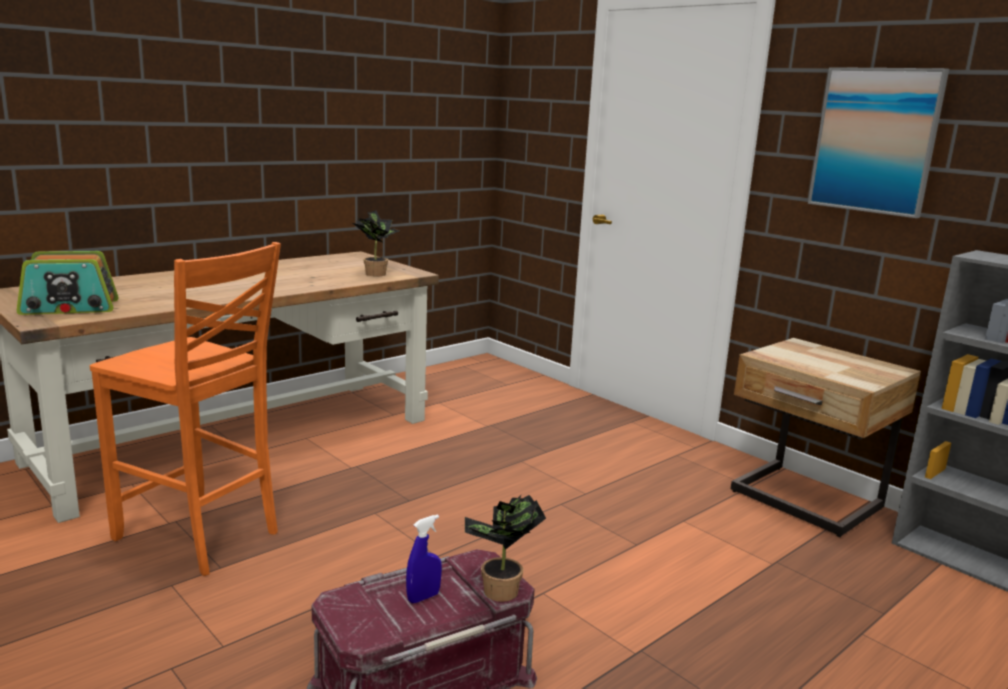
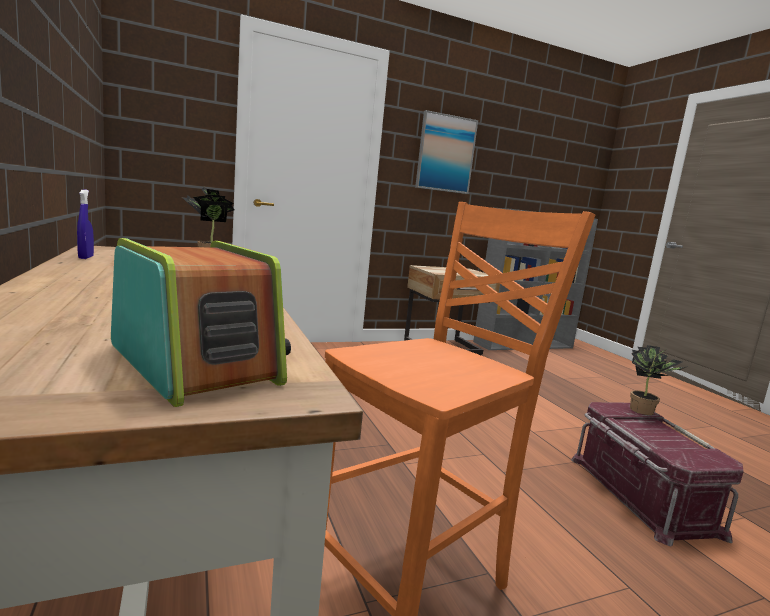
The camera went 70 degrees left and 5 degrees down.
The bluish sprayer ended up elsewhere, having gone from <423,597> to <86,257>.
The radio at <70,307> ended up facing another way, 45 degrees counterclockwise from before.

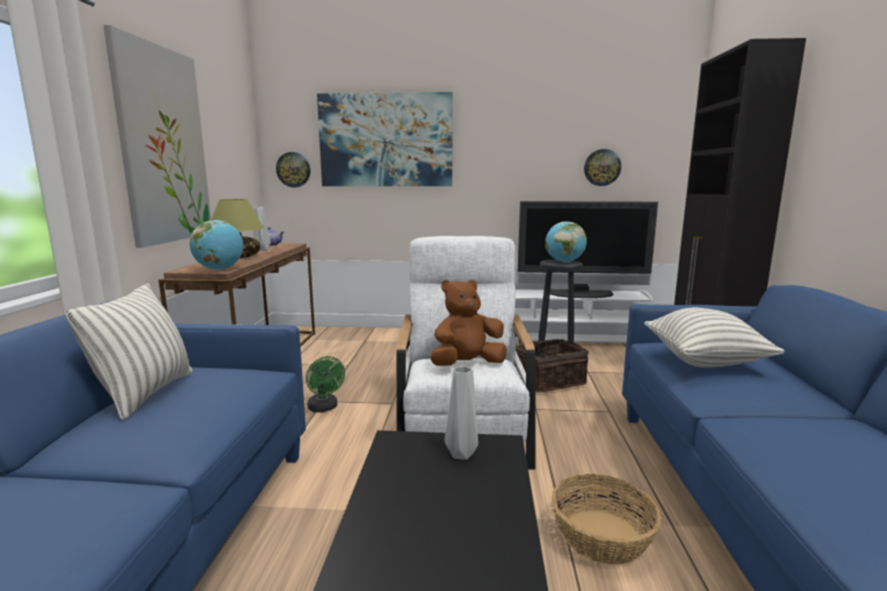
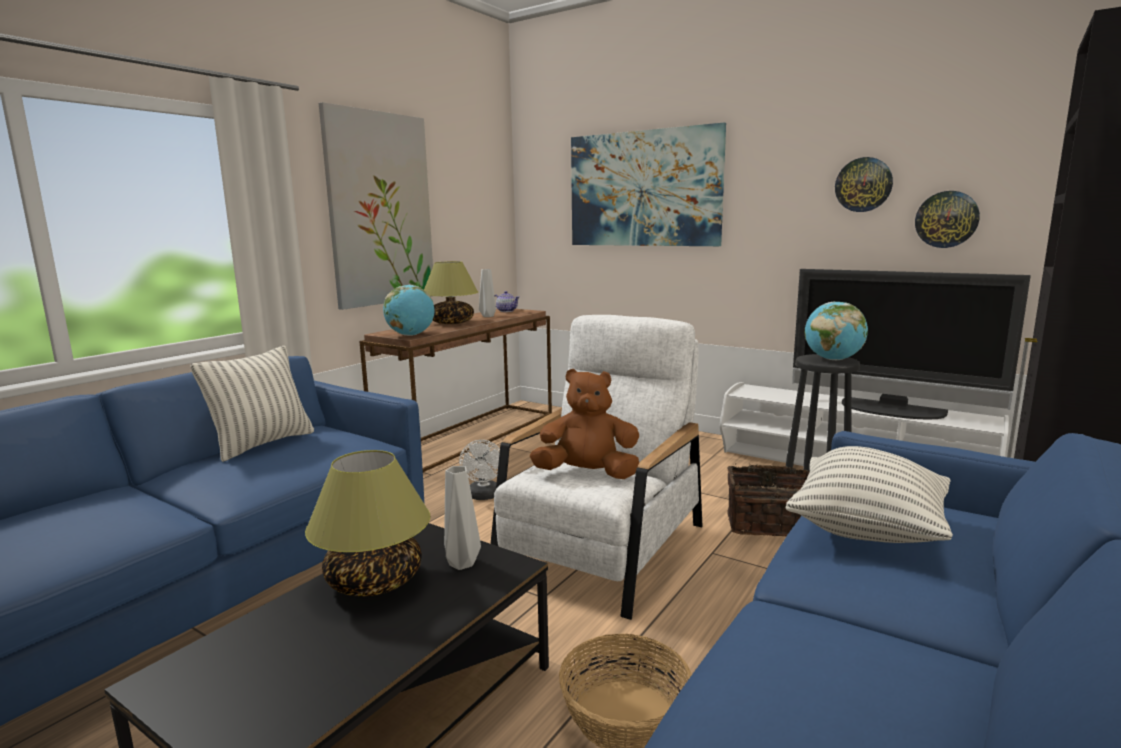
The camera went 30 degrees right and 0 degrees up.
The second view gained the tabletop lamp at <373,581>.
What was the greenish cooling fan at <324,408> turned into the white cooling fan at <484,496>.
The hanging clock ended up elsewhere, having gone from <293,169> to <863,185>.

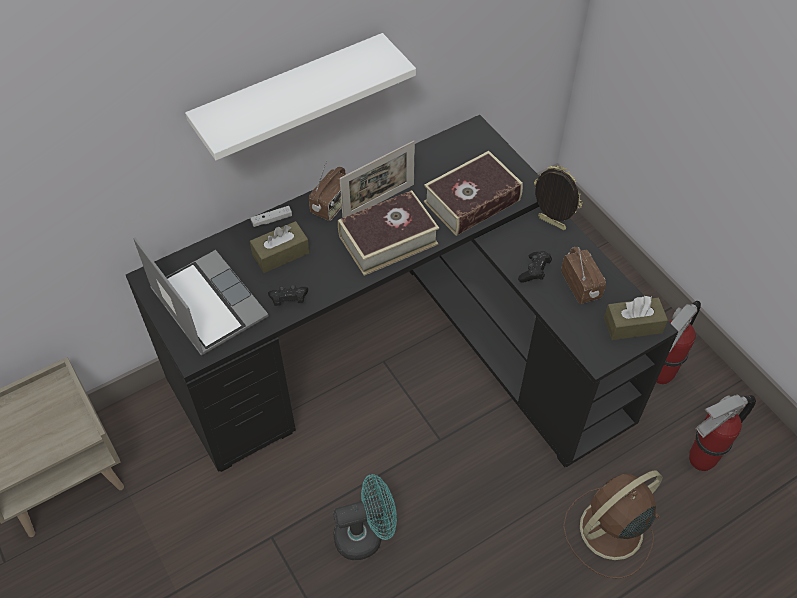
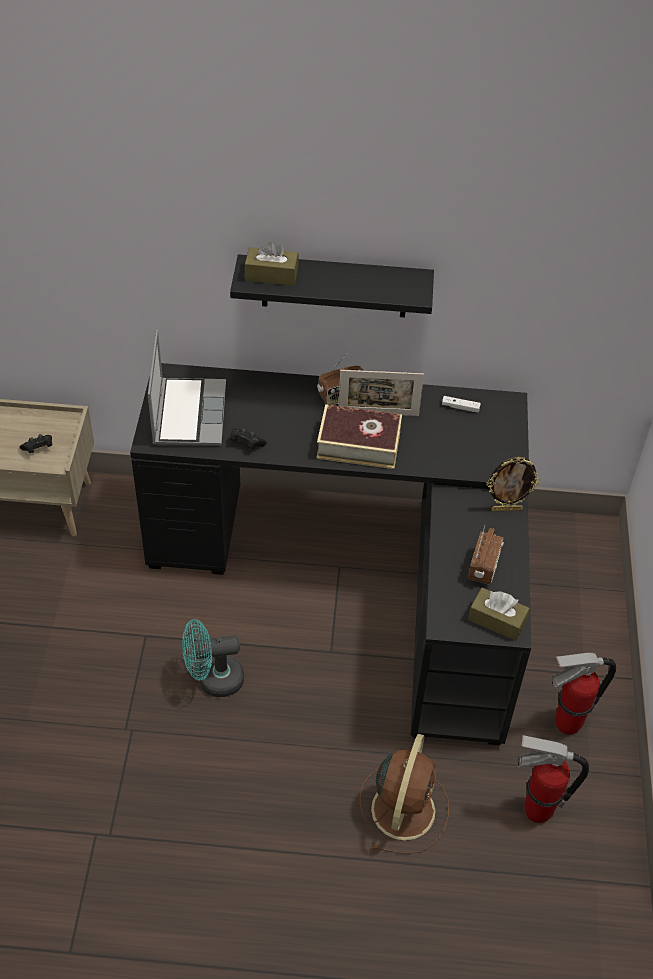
The camera went 35 degrees right and 5 degrees down.
The blackish game controller ended up elsewhere, having gone from <534,272> to <38,448>.
The turquoise-coloured cooling fan at <366,534> ended up facing another way, 150 degrees clockwise from before.
What was the white wall shelf at <290,98> turned into the blackish wall shelf at <334,286>.
The brown tissue holder ended up elsewhere, having gone from <281,254> to <271,275>.
The brown cooling fan at <609,531> ended up facing another way, 105 degrees clockwise from before.
The white game controller ended up elsewhere, having gone from <272,220> to <460,407>.
The photo frame at <550,224> ended up facing another way, 105 degrees clockwise from before.
The second view lost the bound book at <472,201>.

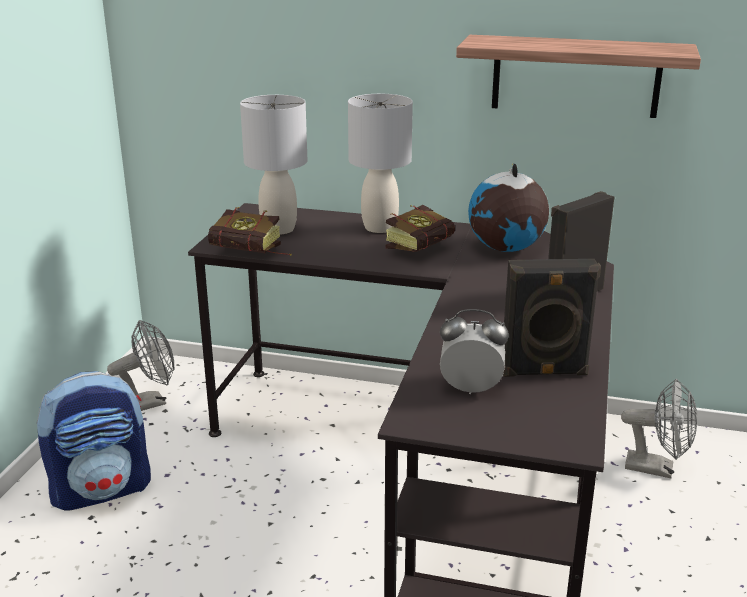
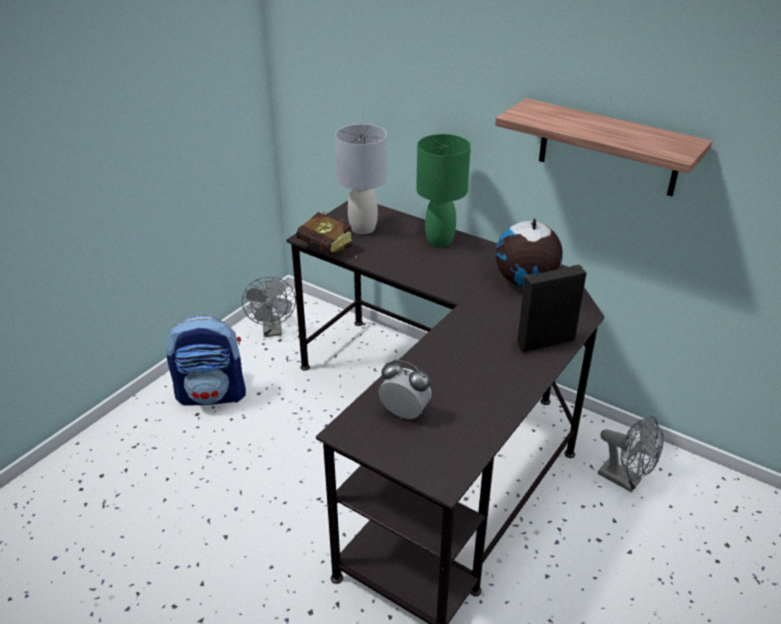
The camera went 20 degrees right and 10 degrees up.
The greyish cooling fan at <150,402> ended up facing another way, 90 degrees clockwise from before.
What was the greyish tabletop lamp at <379,227> turned into the greenish tabletop lamp at <440,240>.
The second view lost the bound book at <424,248>.
The second view lost the blackish speaker at <544,372>.

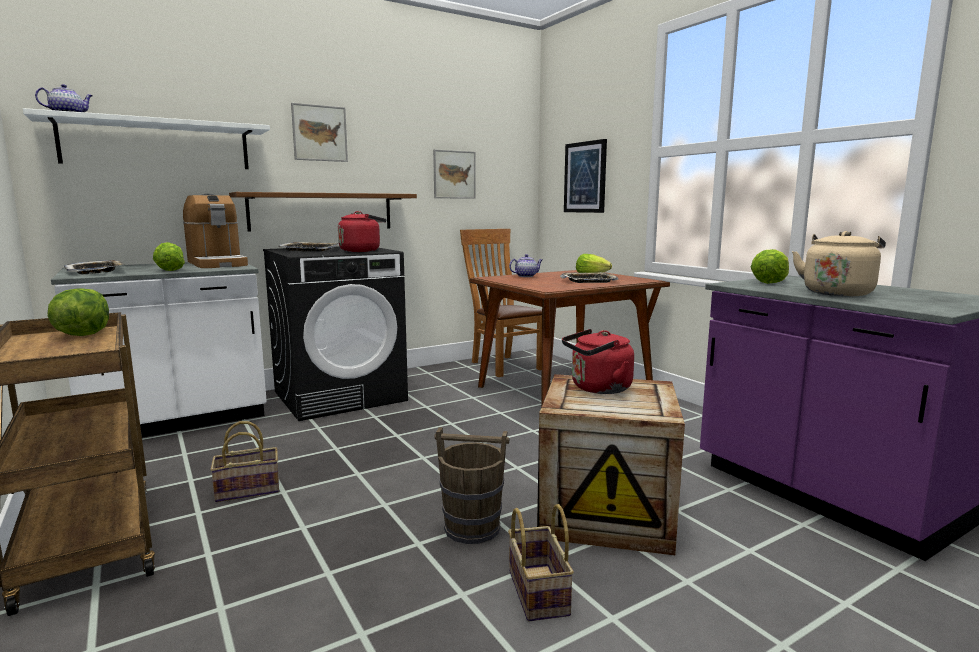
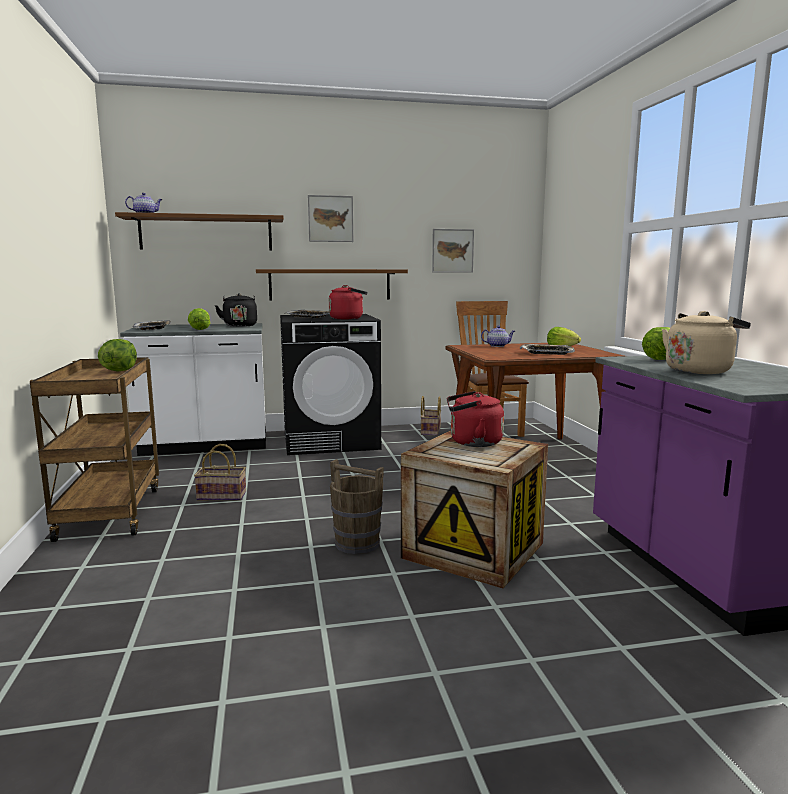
The camera went 20 degrees right and 0 degrees up.
What was the white wall shelf at <158,145> turned into the brown wall shelf at <206,233>.
Where the coffee maker stood at <217,264>, the blackish water kettle came to stand at <240,325>.
The storage basket ended up elsewhere, having gone from <536,591> to <430,431>.
The second view lost the wall art at <585,177>.

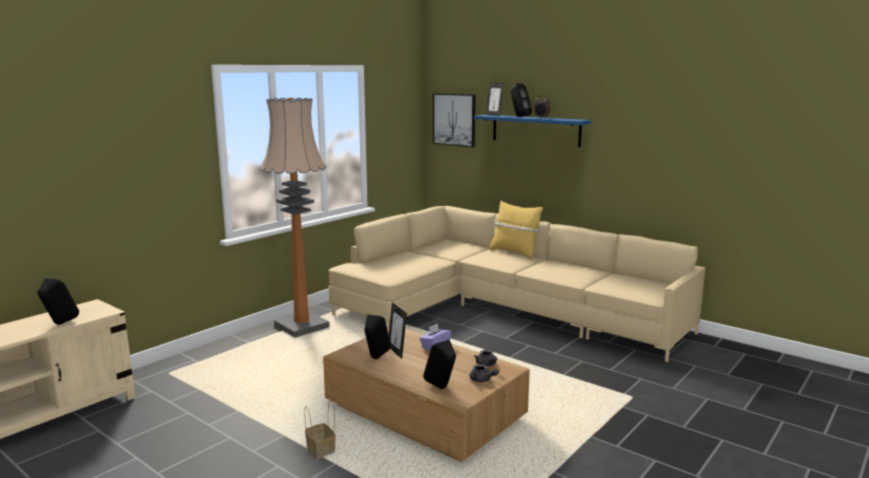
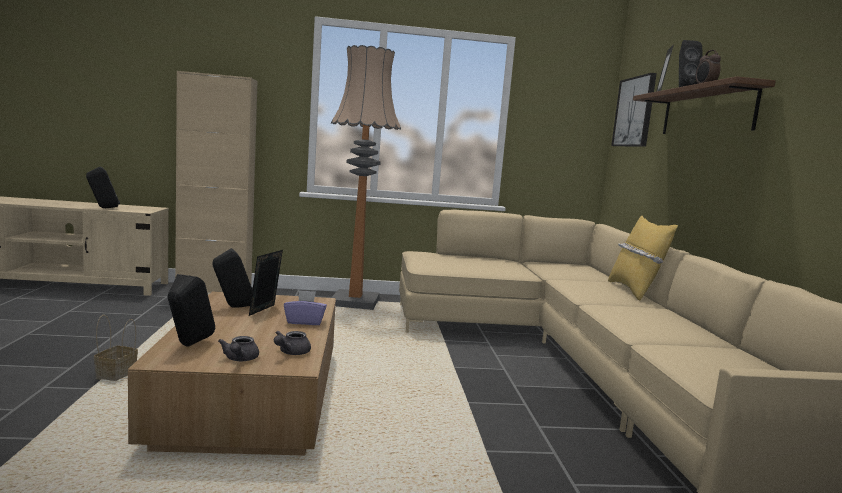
The camera went 45 degrees right and 5 degrees down.
The second view gained the beige cabinet at <214,289>.
What was the bluish wall shelf at <535,130> turned into the brown wall shelf at <706,111>.

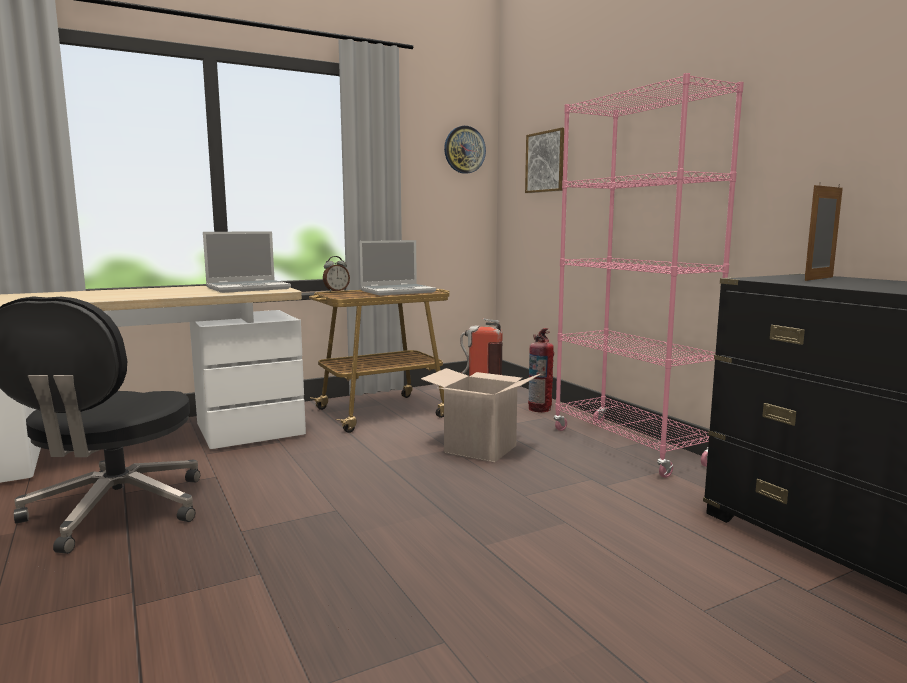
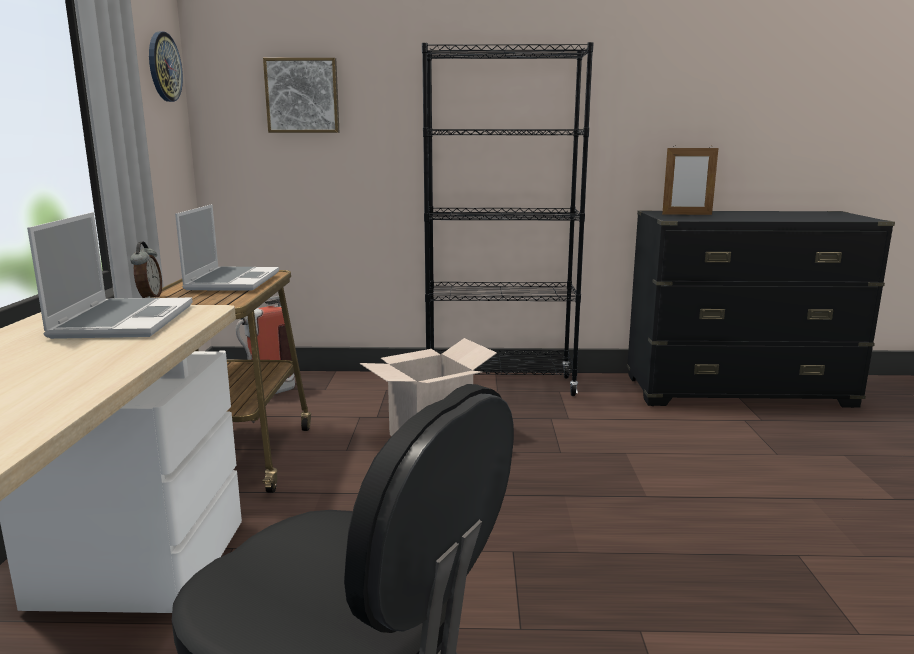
The camera went 60 degrees left and 5 degrees up.
What was the pink-coloured bookcase at <628,447> turned into the blackish bookcase at <500,386>.
The photo frame at <819,278> ended up facing another way, 75 degrees counterclockwise from before.
The second view lost the fire extinguisher at <540,408>.

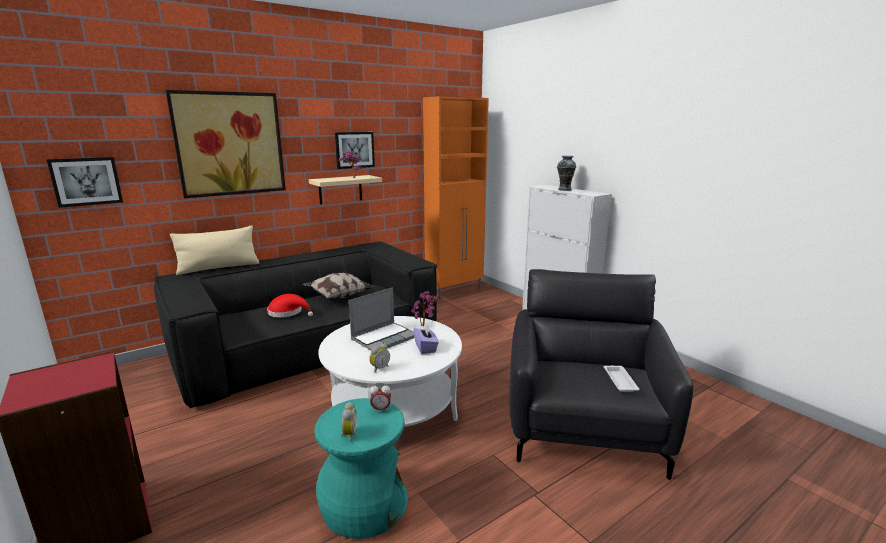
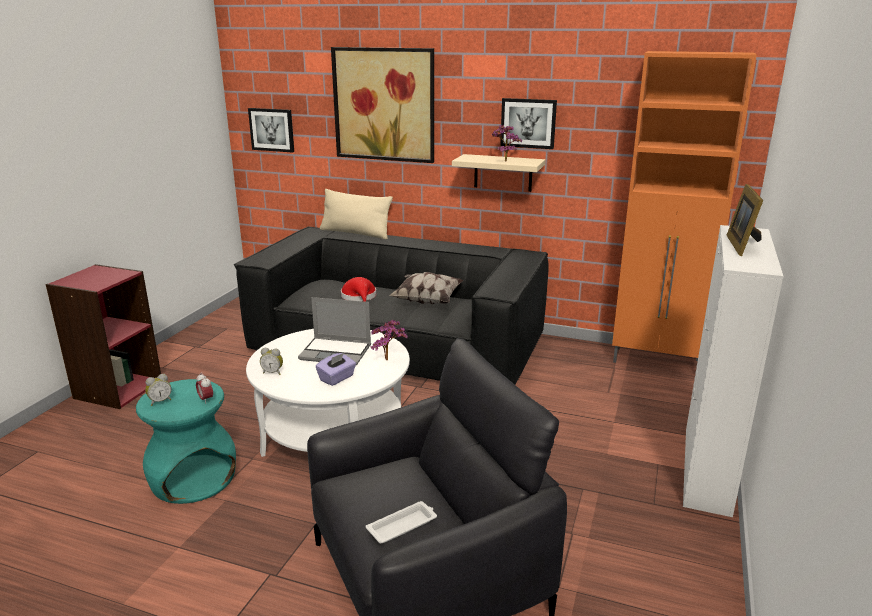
The camera went 55 degrees right and 5 degrees up.
Where the flower vase stood at <565,189>, the photo frame came to stand at <742,245>.

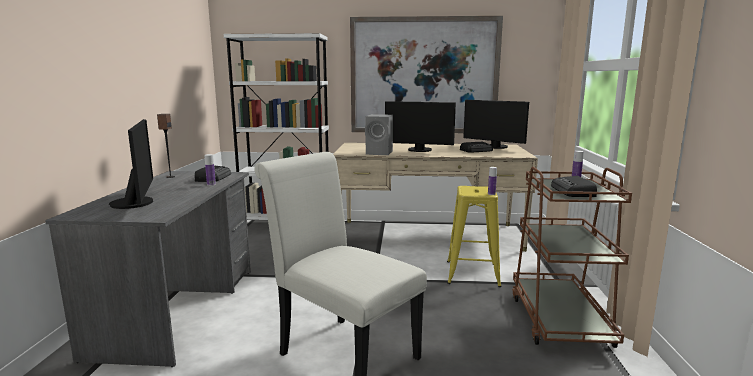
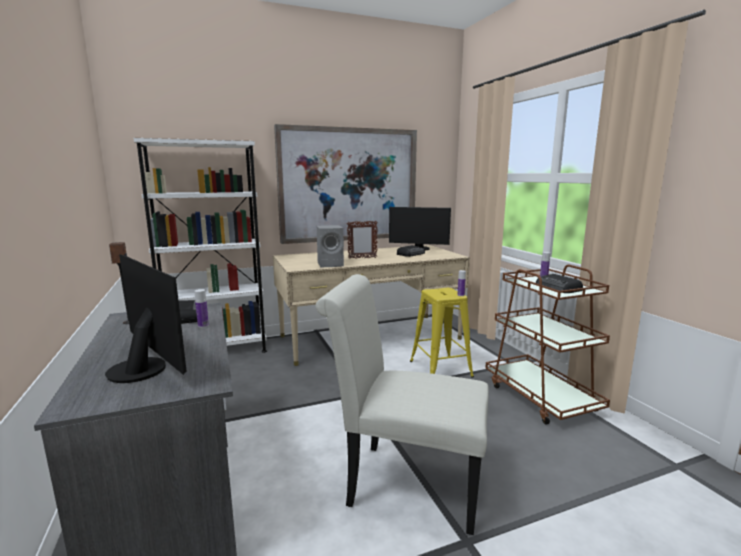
The camera went 25 degrees left and 0 degrees up.
Where the monitor stood at <419,150>, the photo frame came to stand at <362,258>.

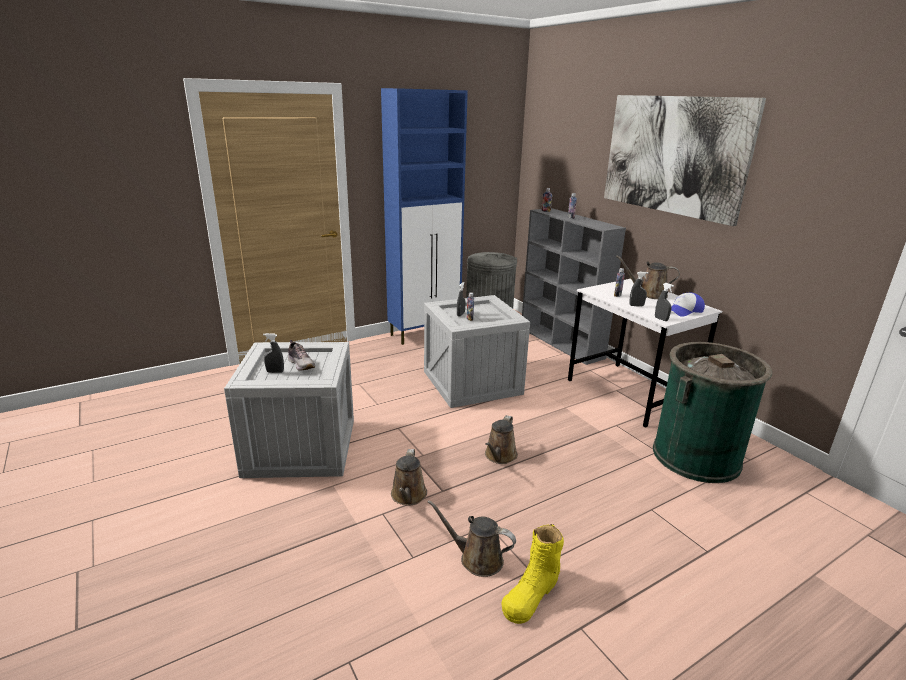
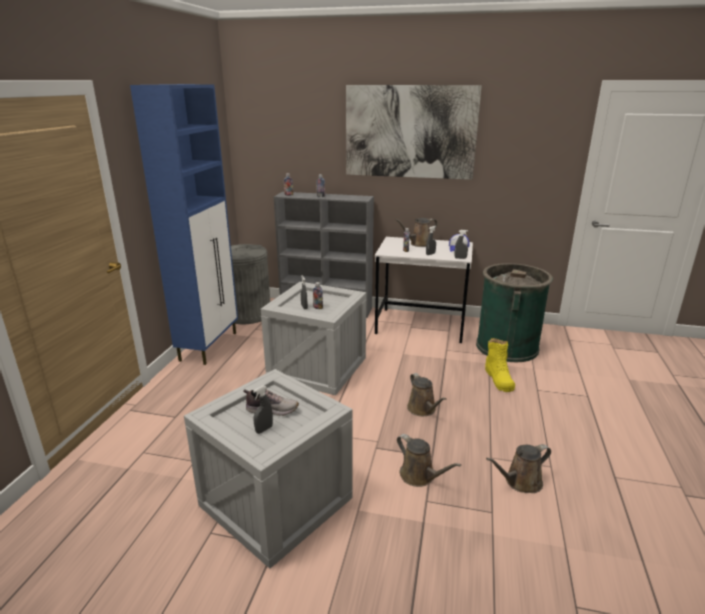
The camera went 45 degrees left and 0 degrees up.
The yellow tall boot ended up elsewhere, having gone from <531,593> to <498,379>.

